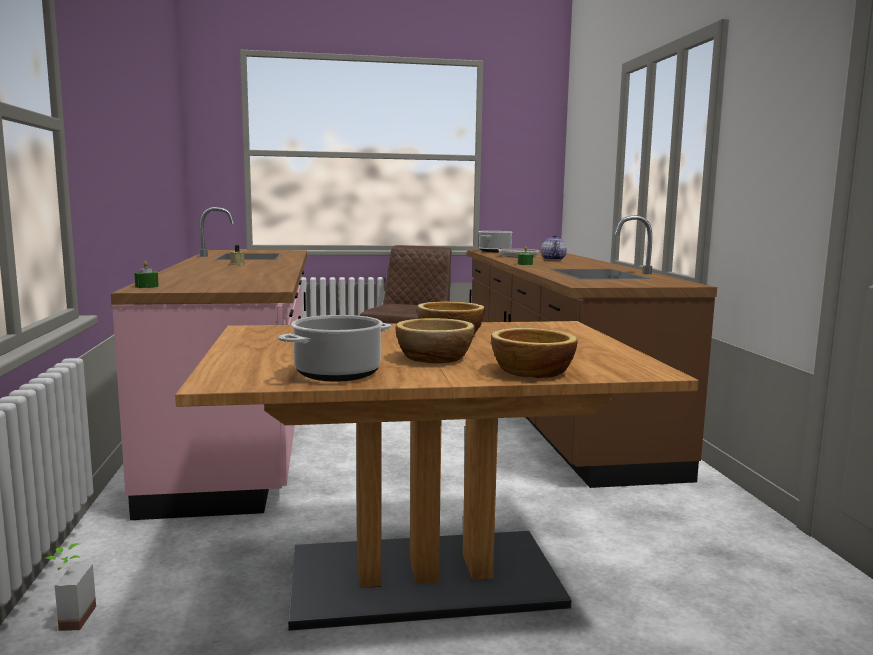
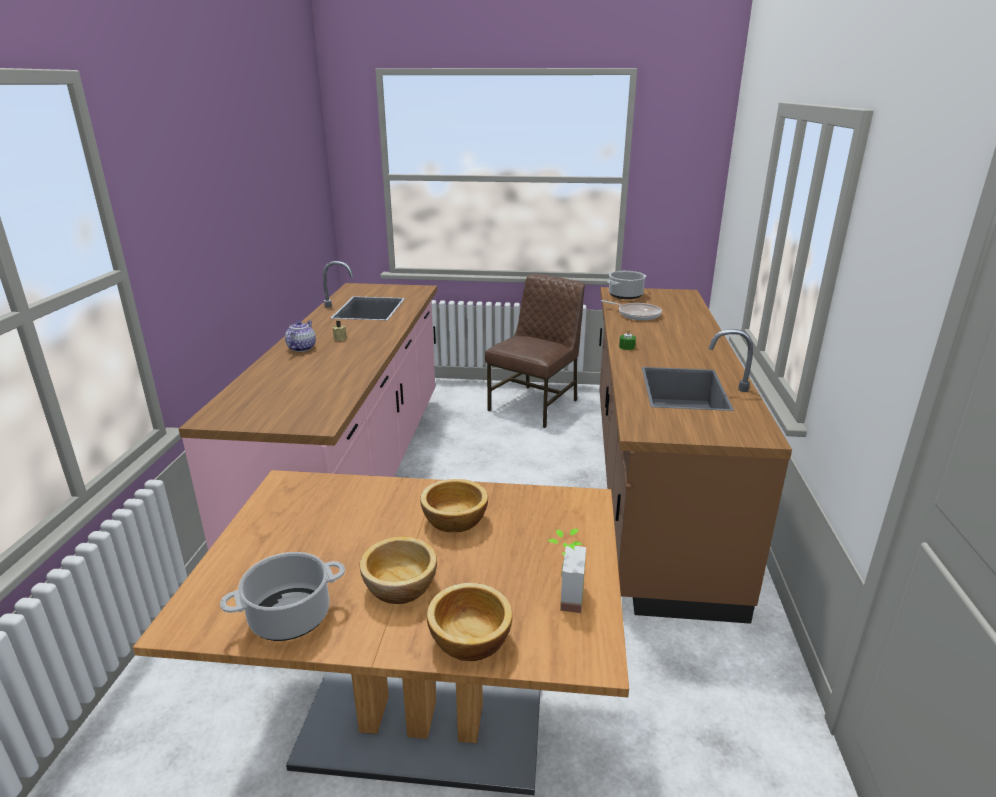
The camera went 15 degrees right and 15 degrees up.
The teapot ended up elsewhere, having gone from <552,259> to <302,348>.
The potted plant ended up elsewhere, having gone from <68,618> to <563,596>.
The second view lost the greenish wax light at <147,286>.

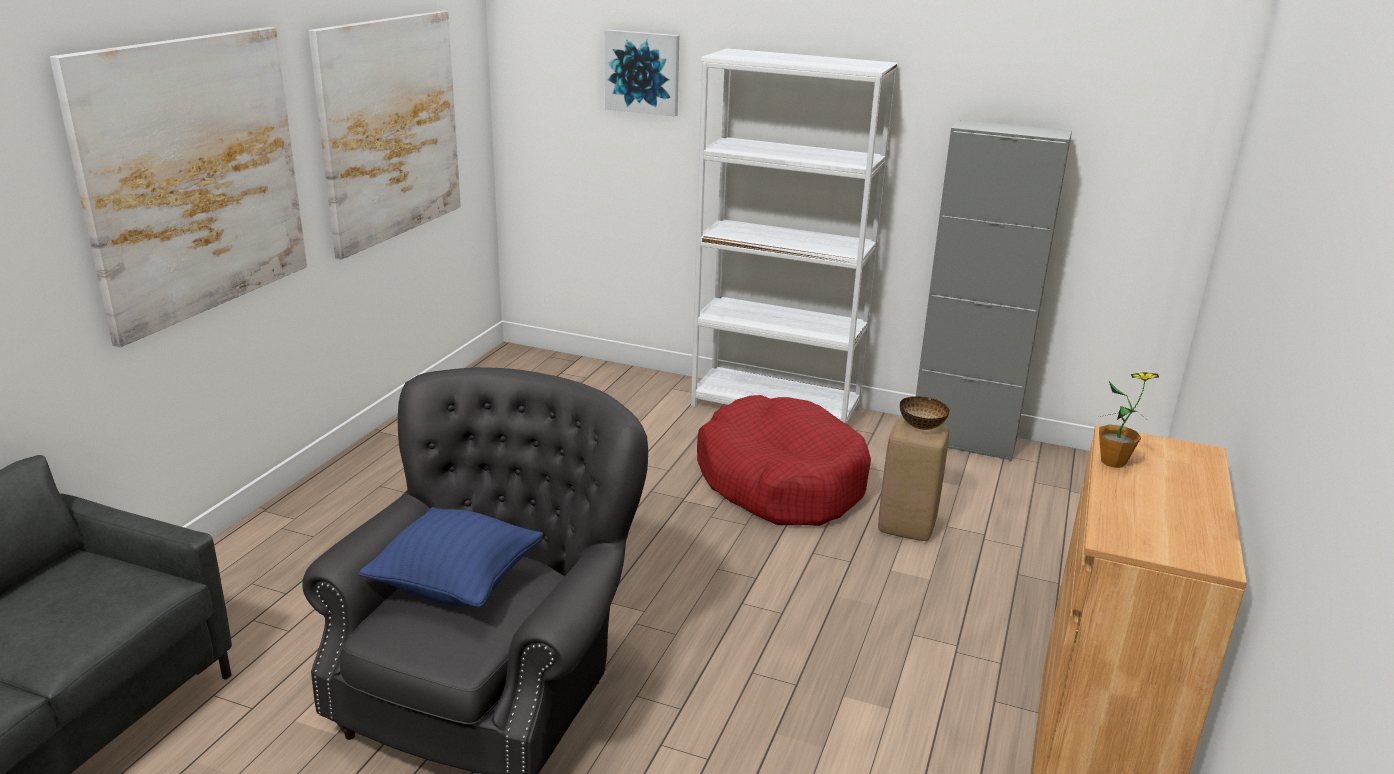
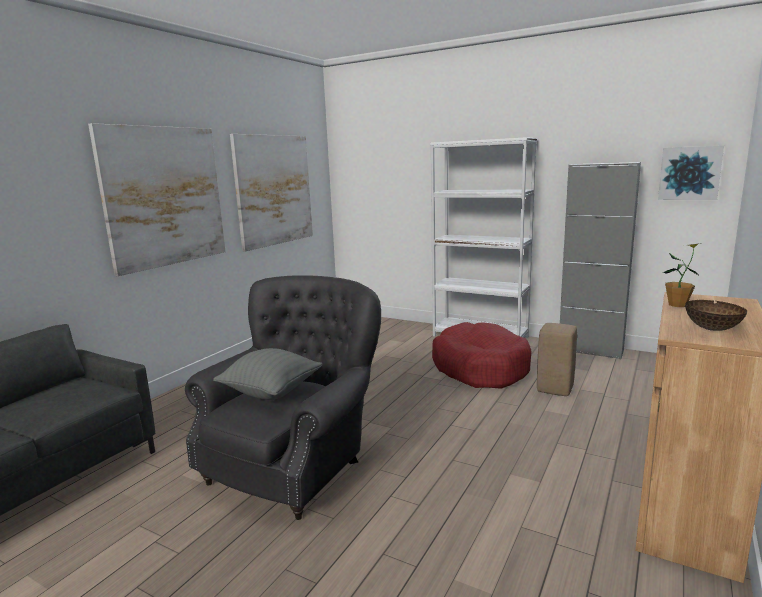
The camera went 10 degrees right and 10 degrees down.
What was the bluish throw pillow at <456,585> turned into the greyish throw pillow at <271,392>.
The wall art ended up elsewhere, having gone from <642,72> to <689,173>.
The deep dish ended up elsewhere, having gone from <922,427> to <713,329>.

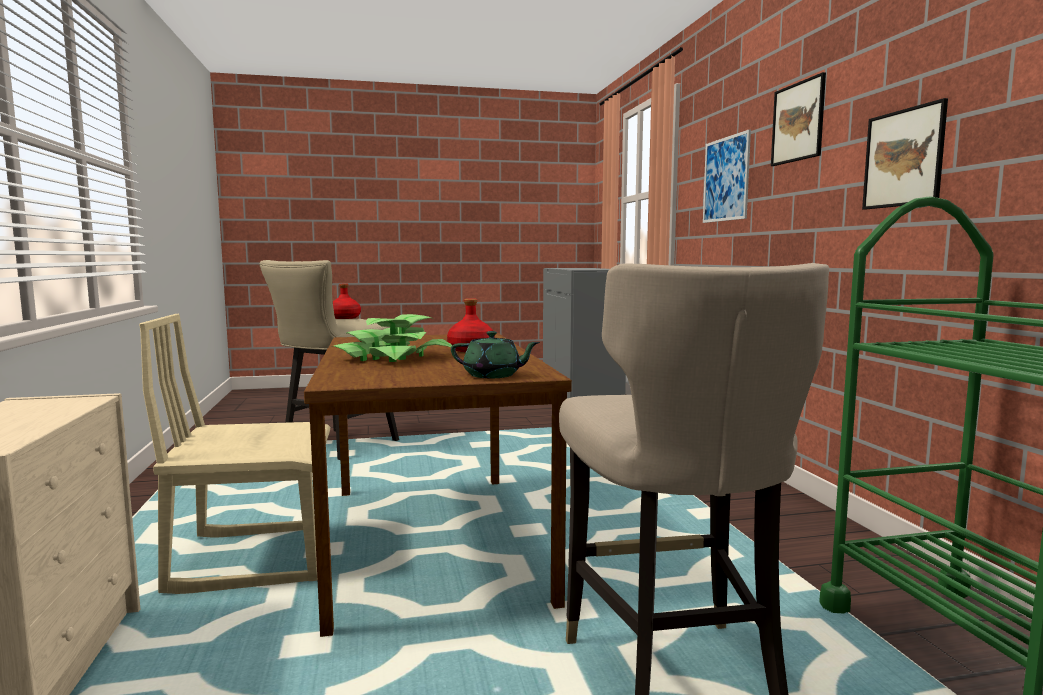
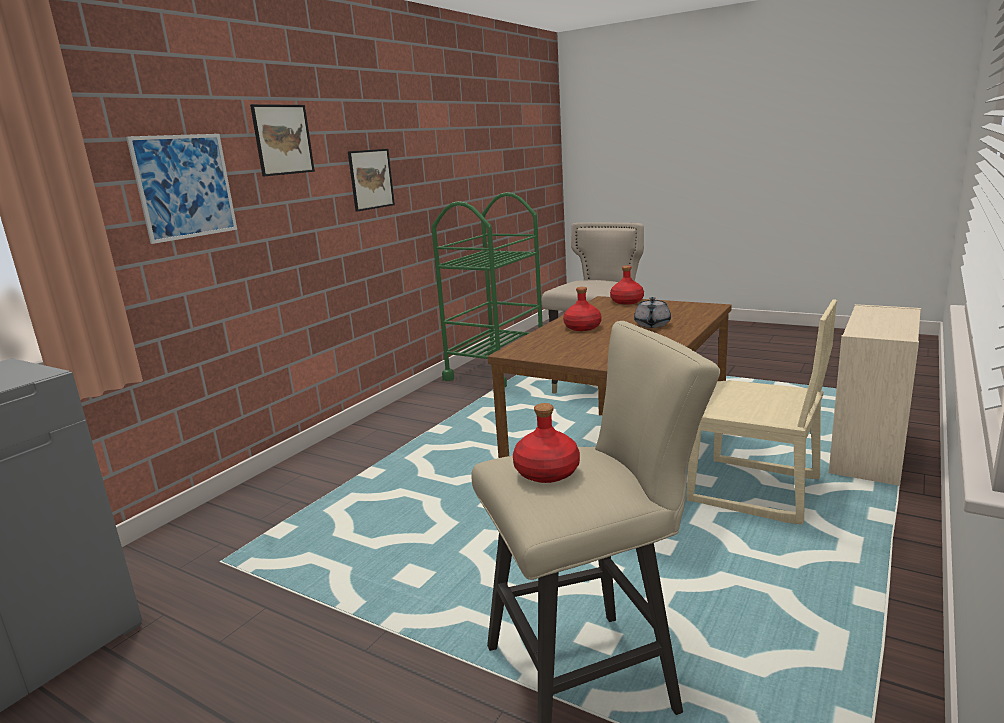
The camera went 135 degrees left and 10 degrees up.
Where the greenish teapot stood at <493,375>, the red-coloured beverage bottle came to stand at <626,301>.
Where the potted plant stood at <393,358>, the greyish teapot came to stand at <652,325>.

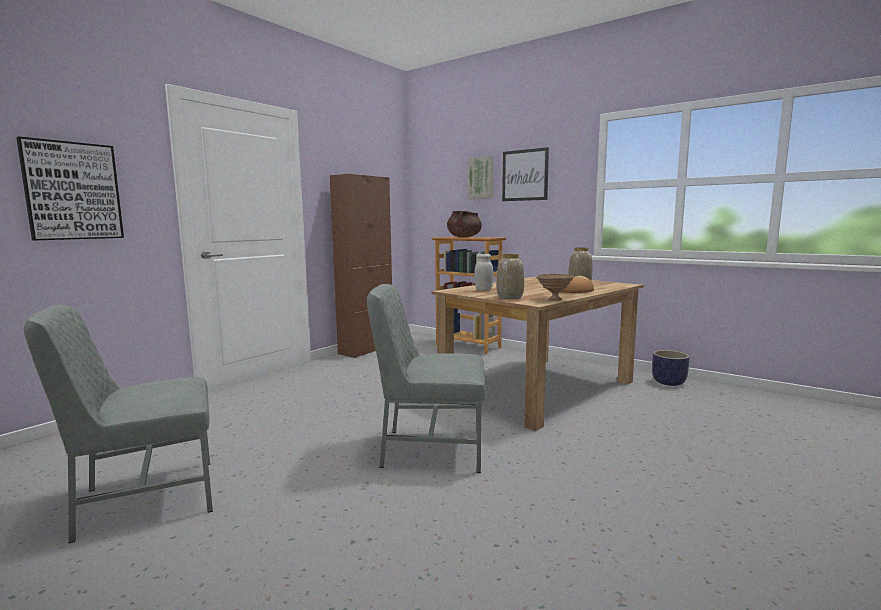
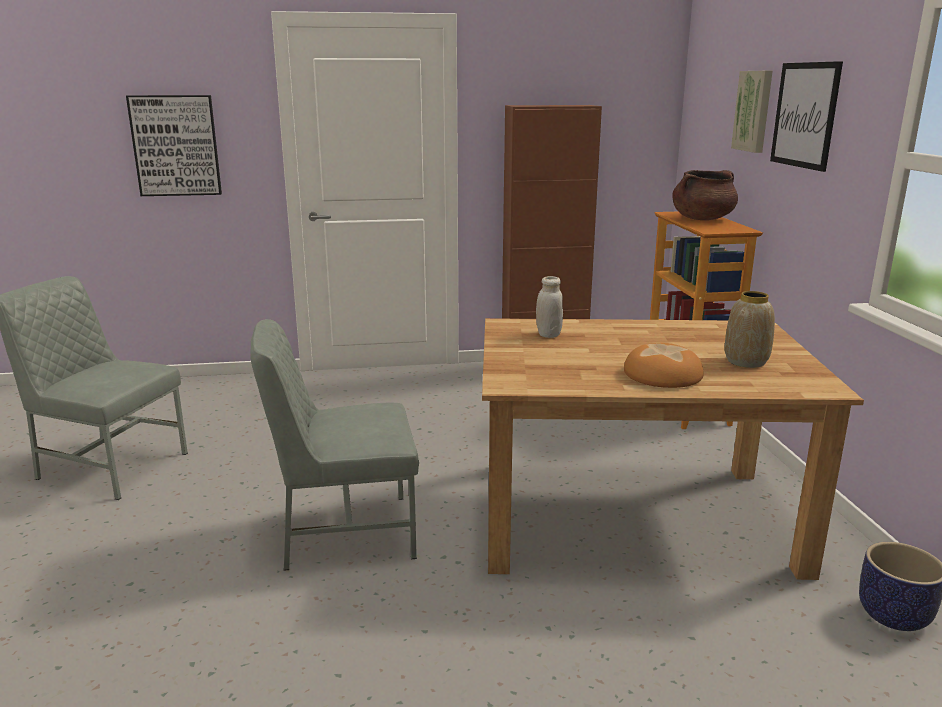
The camera went 45 degrees right and 10 degrees up.
The greyish plain chair at <430,449> ended up facing another way, 60 degrees counterclockwise from before.
The second view lost the flower vase at <510,297>.
The second view lost the brown deep dish at <554,299>.

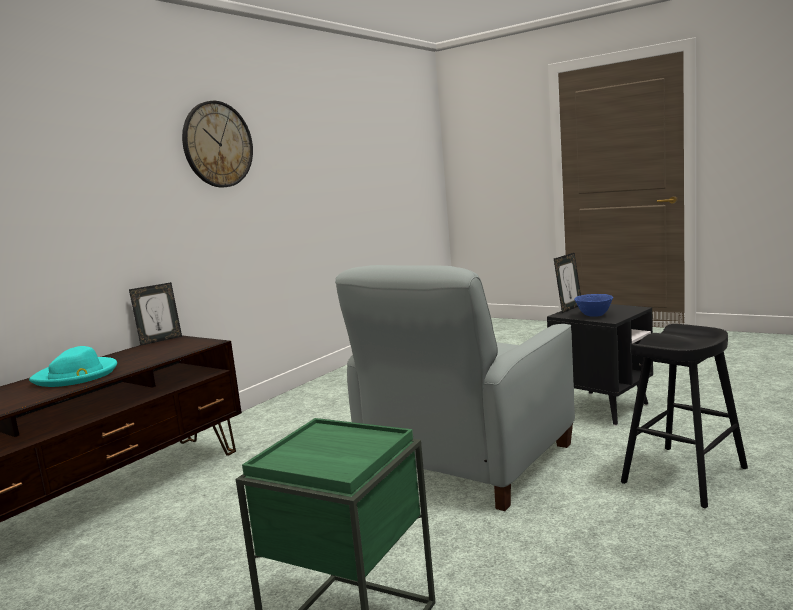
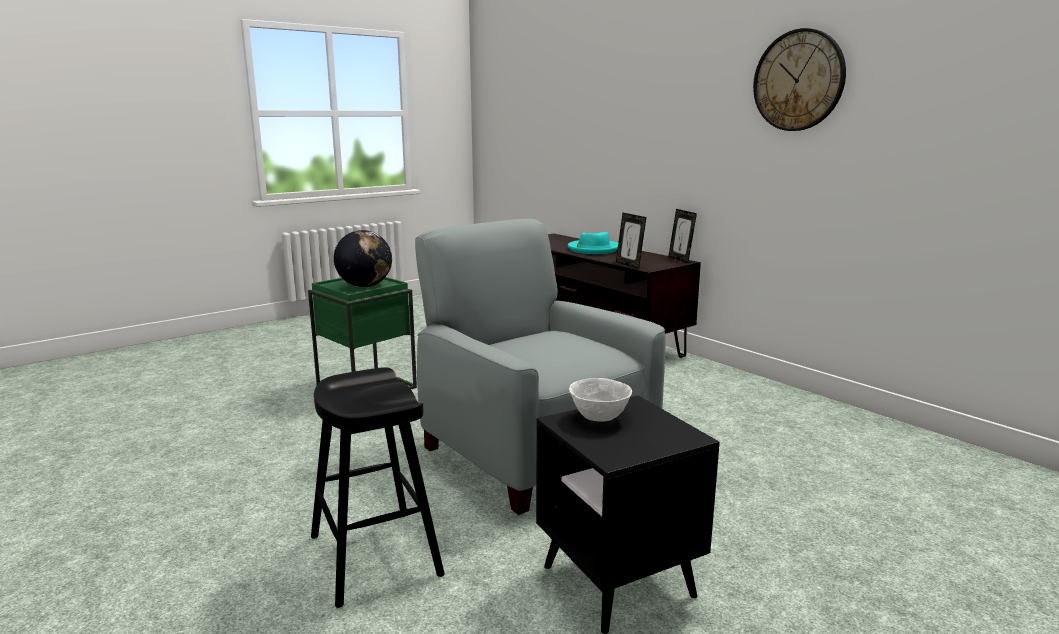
The camera went 105 degrees right and 5 degrees up.
The second view gained the desk globe at <365,286>.
What was the bluish deep dish at <593,316> turned into the white deep dish at <599,418>.
The photo frame ended up elsewhere, having gone from <569,308> to <629,265>.

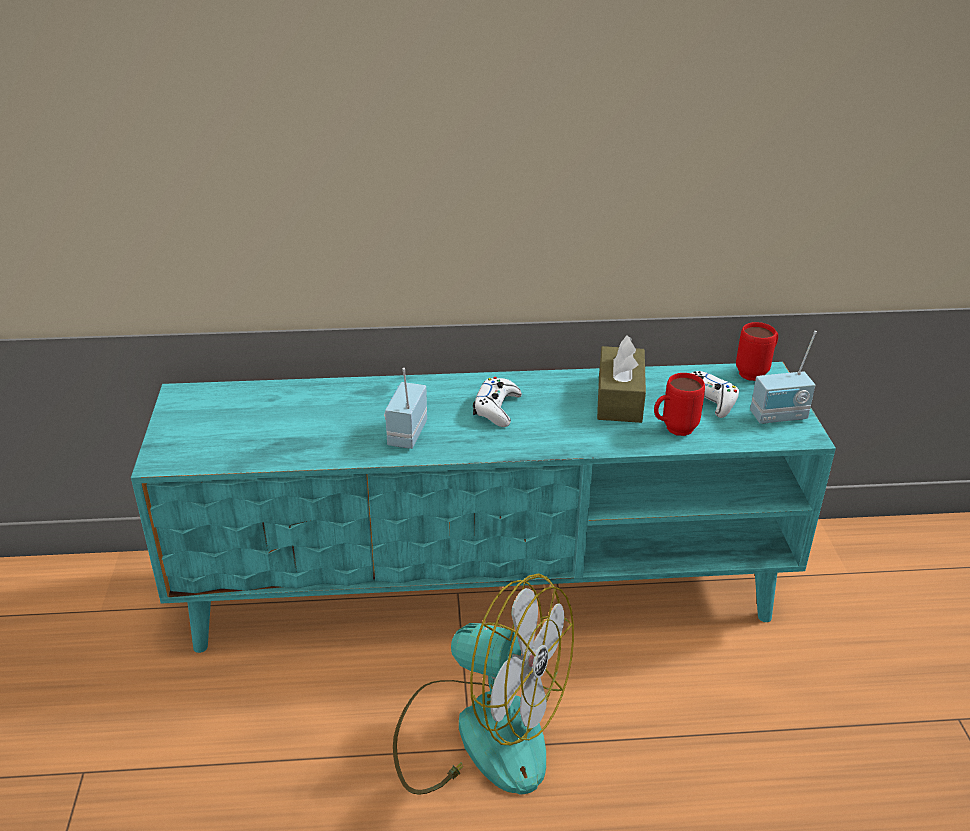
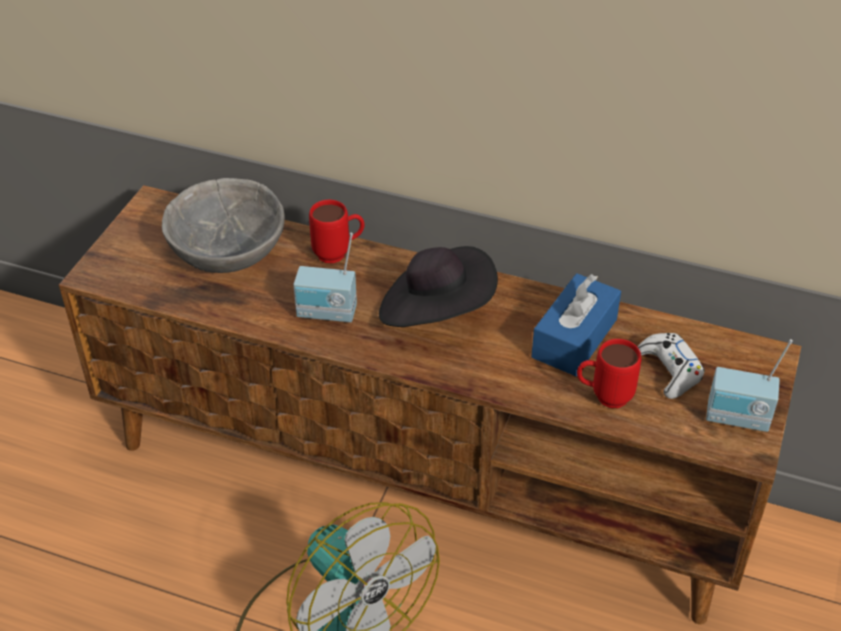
The camera went 25 degrees right and 10 degrees up.
What was the turquoise-coloured tv unit at <485,589> turned into the brown tv unit at <423,478>.
The second view gained the greyish deep dish at <229,250>.
The radio at <405,434> ended up facing another way, 120 degrees counterclockwise from before.
The red-coloured mug ended up elsewhere, having gone from <756,372> to <339,254>.
Where the white game controller stood at <496,409>, the blackish clothing hat came to stand at <436,311>.
What was the brown tissue holder at <619,398> turned into the bluish tissue holder at <574,338>.

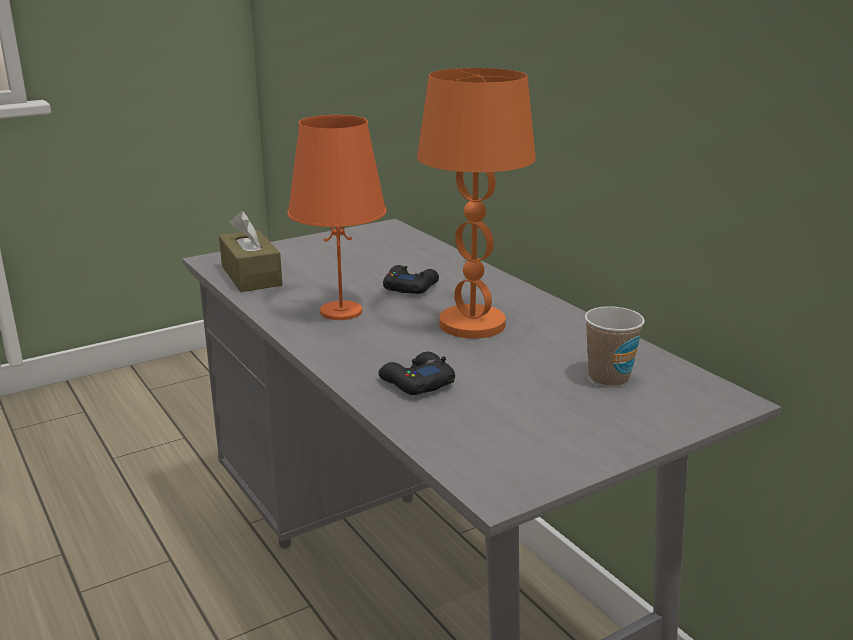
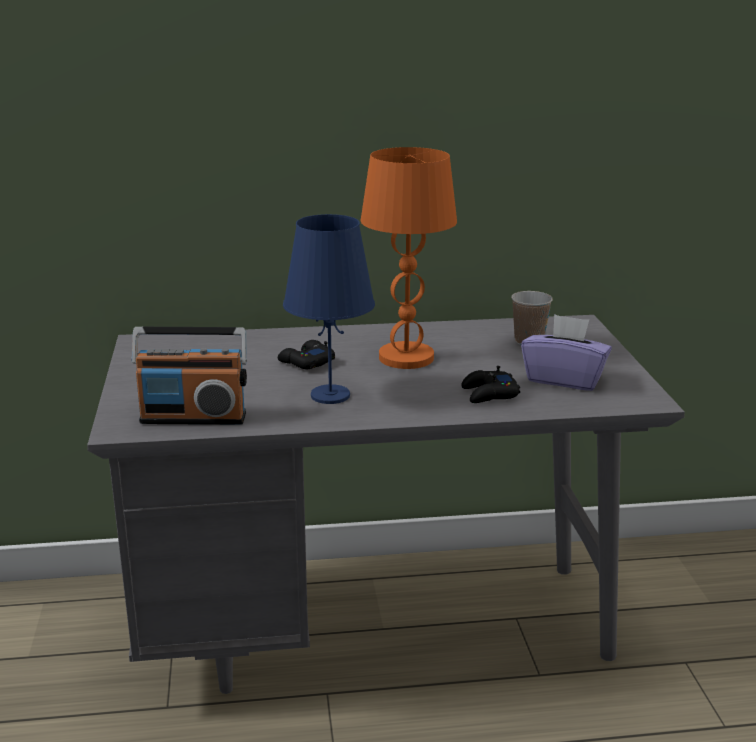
The camera went 65 degrees left and 0 degrees up.
Where the brown tissue holder stood at <251,276>, the radio came to stand at <193,418>.
What was the orangey tabletop lamp at <340,312> turned into the bluish tabletop lamp at <330,395>.
The second view gained the purplish tissue holder at <564,379>.

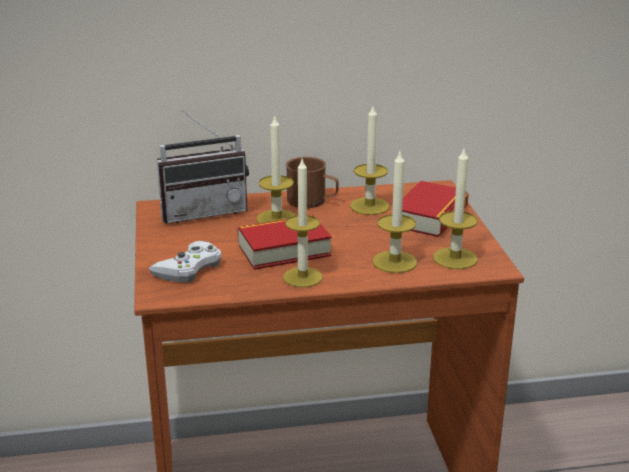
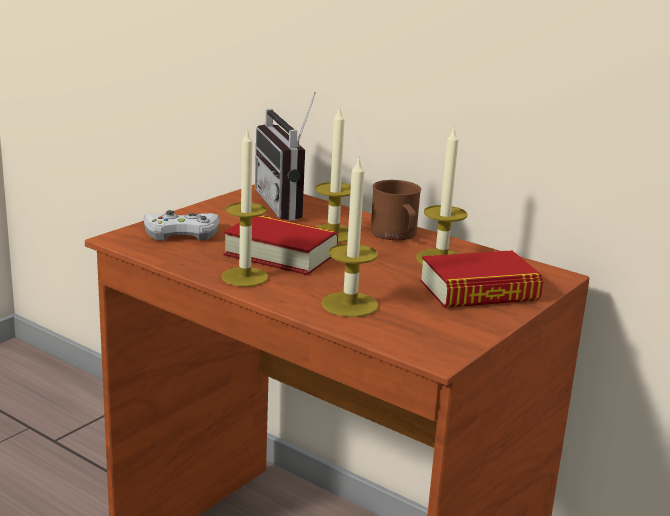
The camera went 45 degrees right and 5 degrees down.
The radio at <203,211> ended up facing another way, 45 degrees clockwise from before.
The second view lost the wax light at <455,258>.

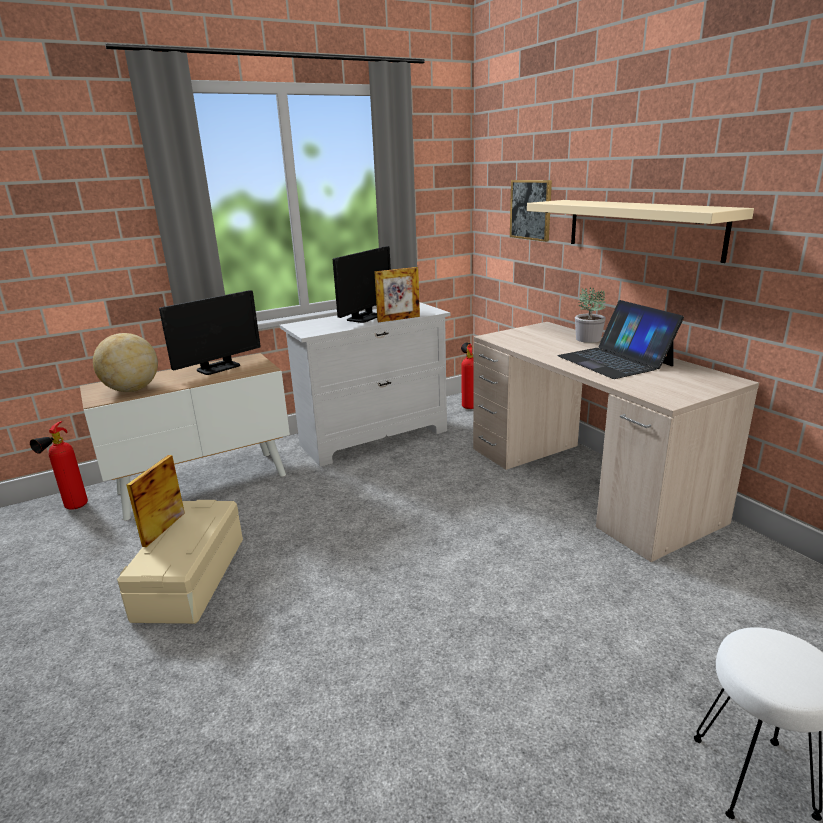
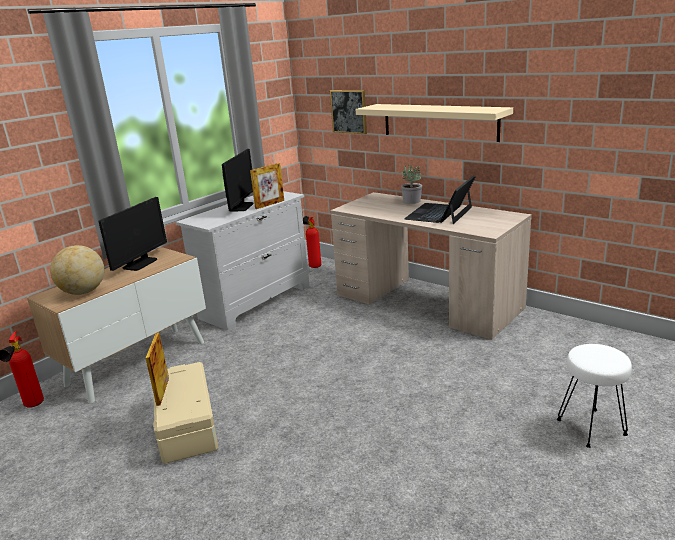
The camera went 20 degrees left and 0 degrees up.
The laptop at <615,360> ended up facing another way, 75 degrees clockwise from before.

